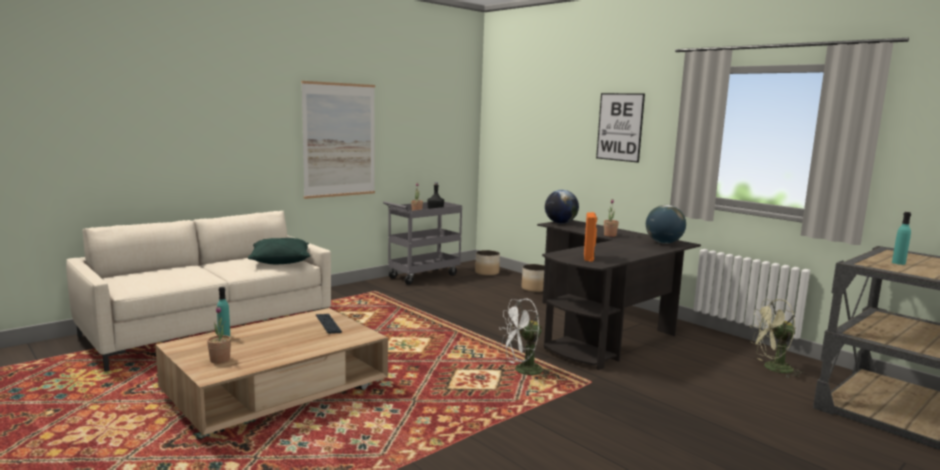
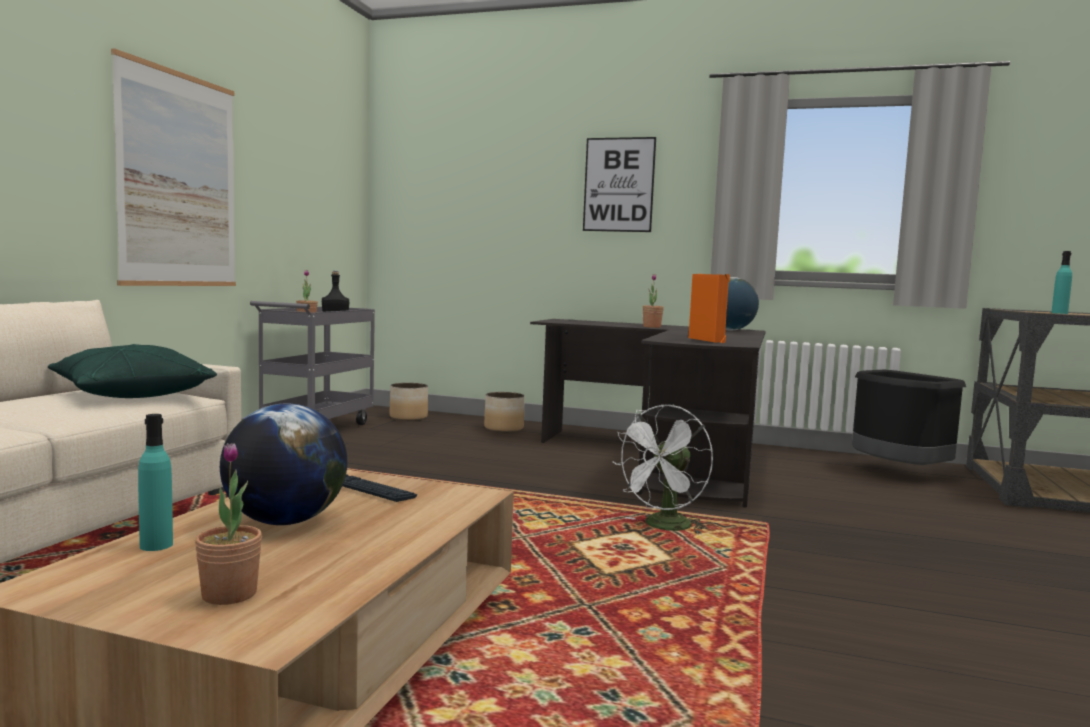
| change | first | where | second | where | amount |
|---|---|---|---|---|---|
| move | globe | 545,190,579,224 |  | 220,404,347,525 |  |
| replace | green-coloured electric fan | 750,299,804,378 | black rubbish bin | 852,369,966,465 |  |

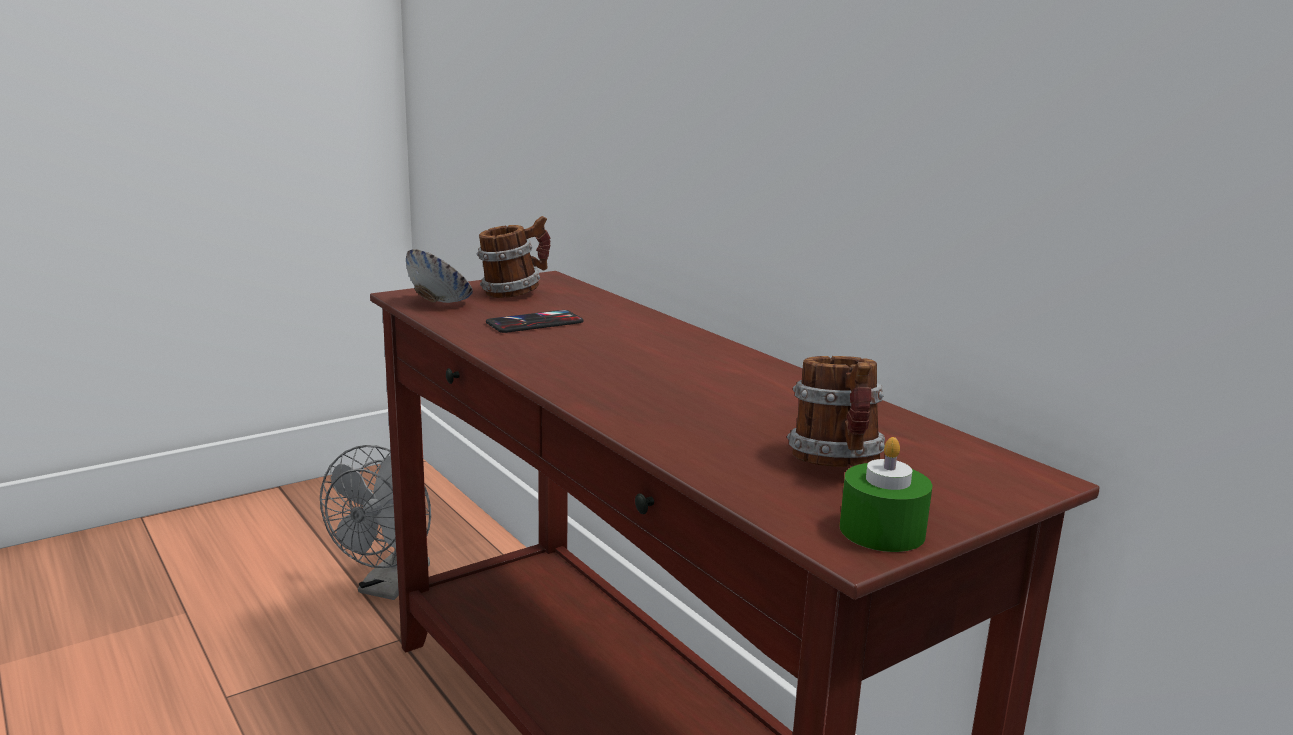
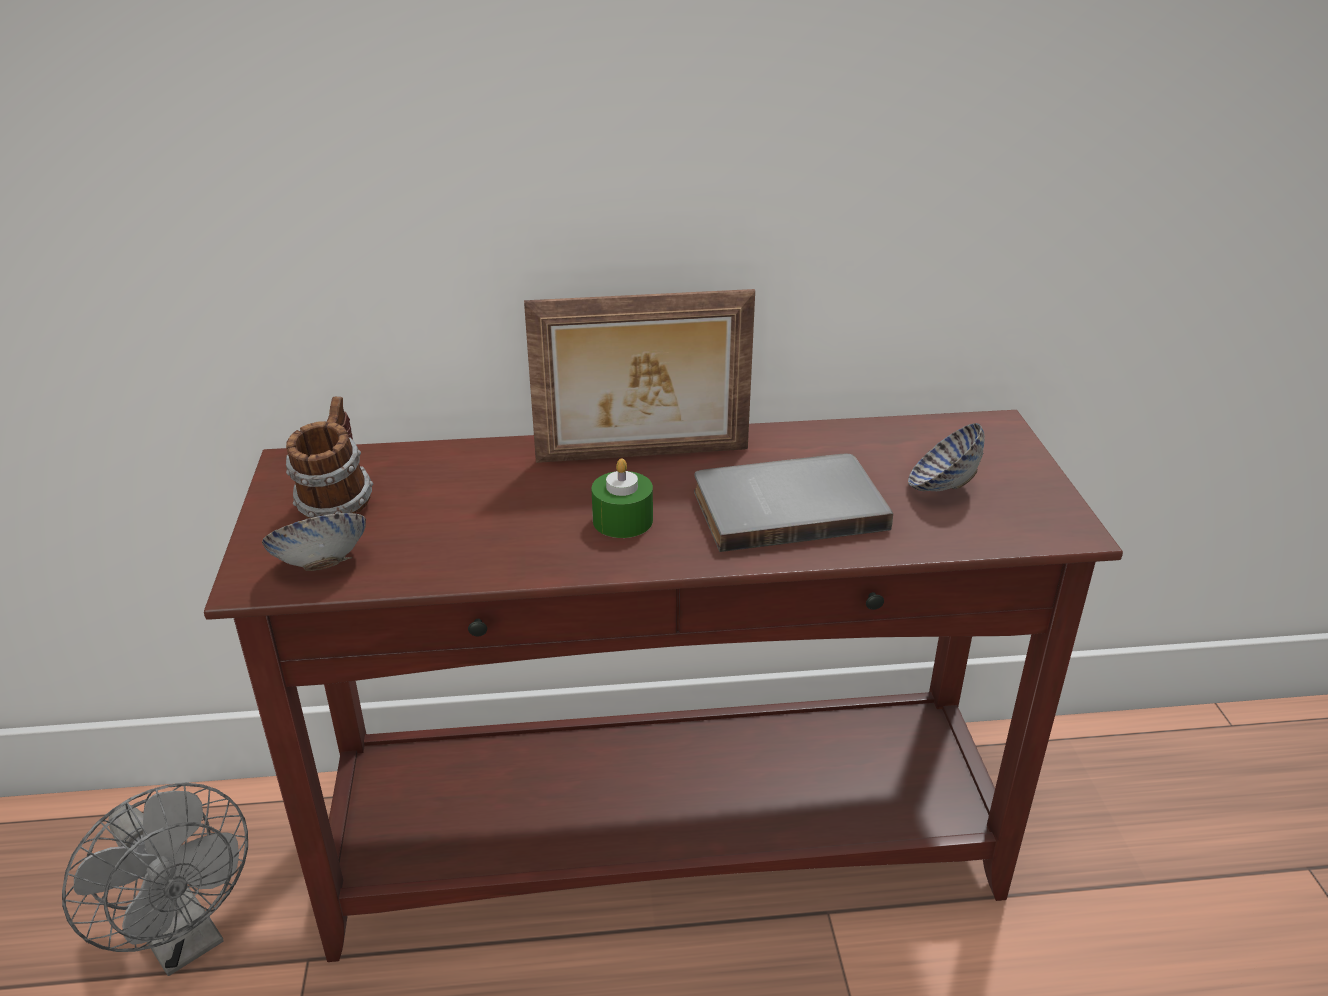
| change | first | where | second | where | amount |
|---|---|---|---|---|---|
| delete | telephone | 486,310,583,333 |  |  |  |
| replace | coffee mug | 787,356,885,467 | deep dish | 908,423,985,491 |  |
| move | green-coloured wax candle | 839,437,932,552 |  | 591,458,653,538 |  |
| insert |  |  | standing frame | 524,289,755,463 |  |
| insert |  |  | grey book | 694,454,893,552 |  |

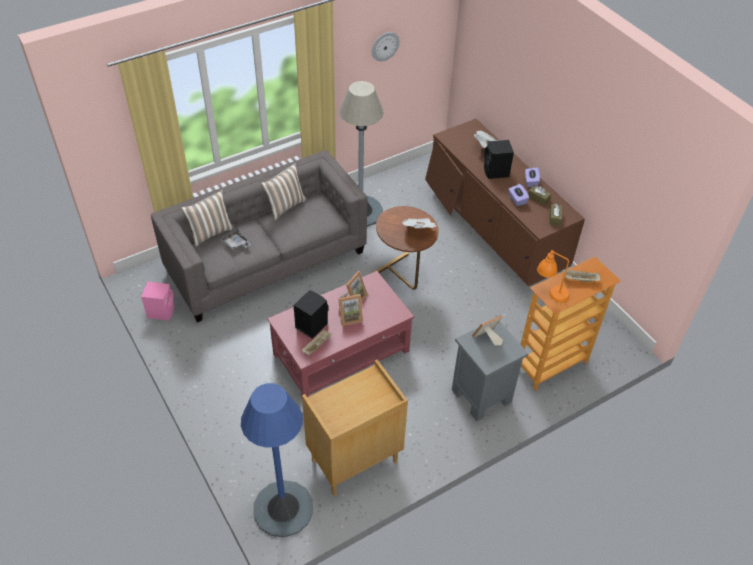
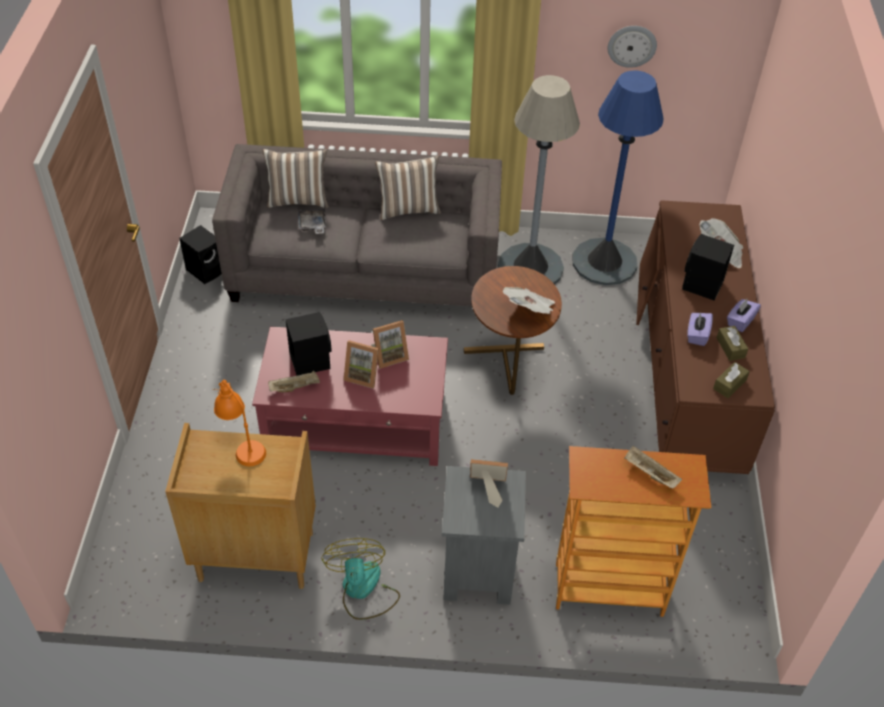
| change | first | where | second | where | amount |
|---|---|---|---|---|---|
| recolor | pink speaker | 141,282,175,321 | black speaker | 179,225,222,284 |  |
| move | blue floor lamp | 241,383,313,537 |  | 573,71,664,285 |  |
| move | orange tabletop lamp | 537,250,569,302 |  | 212,380,266,466 |  |
| insert |  |  | electric fan | 321,538,400,620 |  |

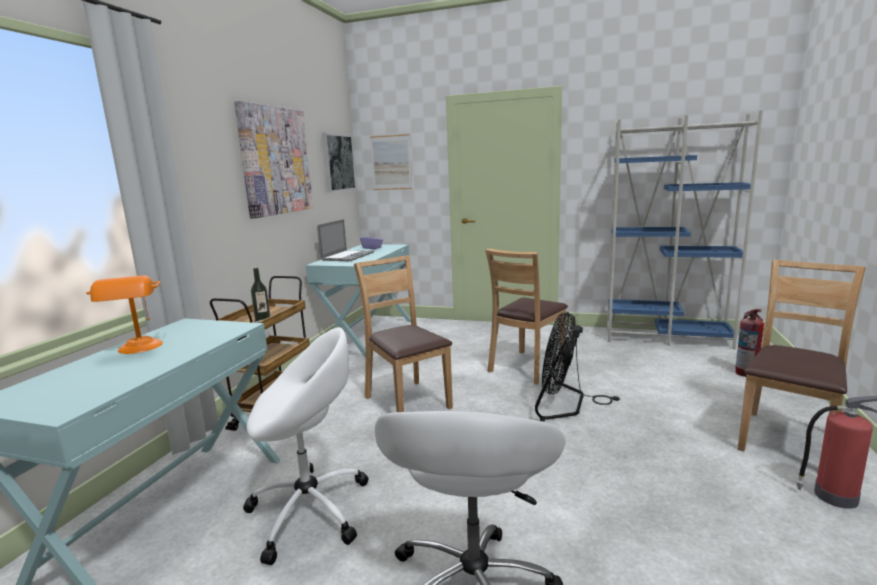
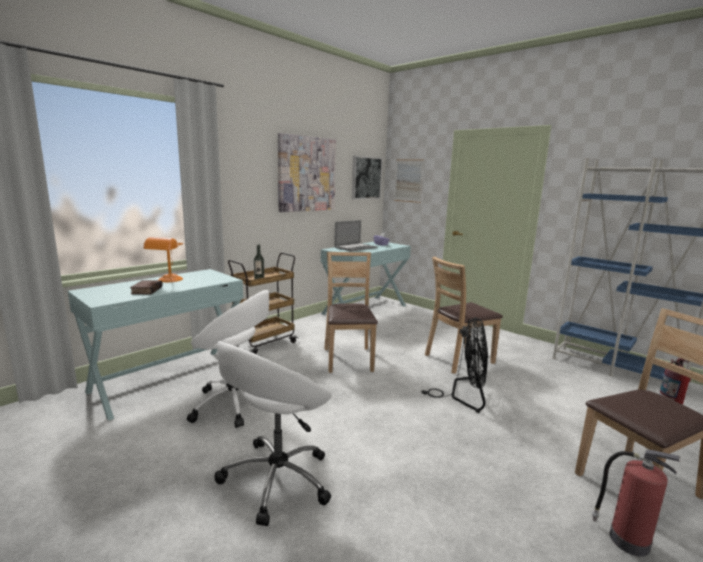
| change | first | where | second | where | amount |
|---|---|---|---|---|---|
| rotate | black electric fan | 535,312,621,422 |  | 421,317,488,413 | 150 degrees clockwise |
| insert |  |  | book | 130,280,163,294 |  |

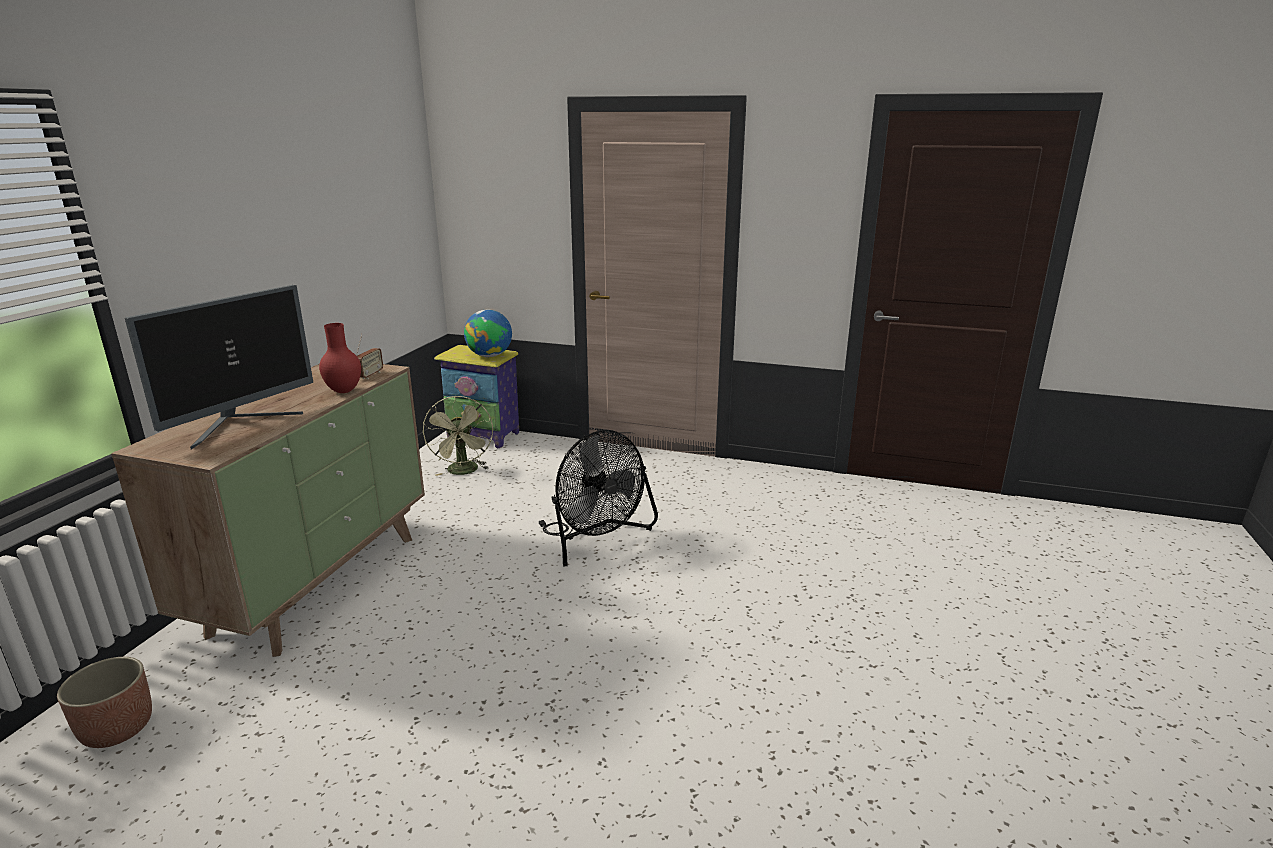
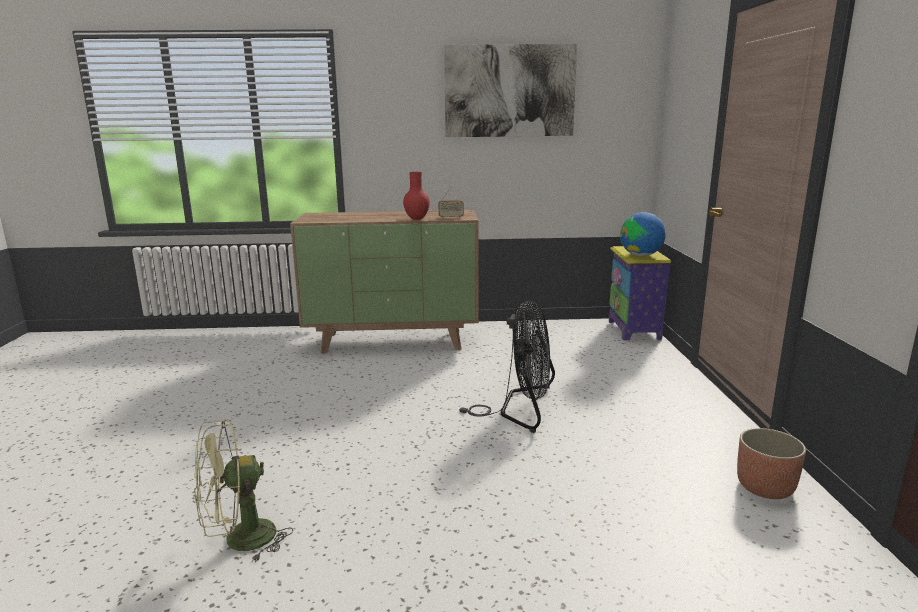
| change | first | where | second | where | amount |
|---|---|---|---|---|---|
| move | flower pot | 57,657,152,748 |  | 737,428,806,499 |  |
| delete | computer screen | 125,285,313,450 |  |  |  |
| move | green-coloured electric fan | 423,396,493,476 |  | 194,419,293,563 |  |
| rotate | black electric fan | 539,430,658,567 |  | 458,300,555,433 | 105 degrees counterclockwise |
| insert |  |  | wall picture | 444,44,577,137 |  |

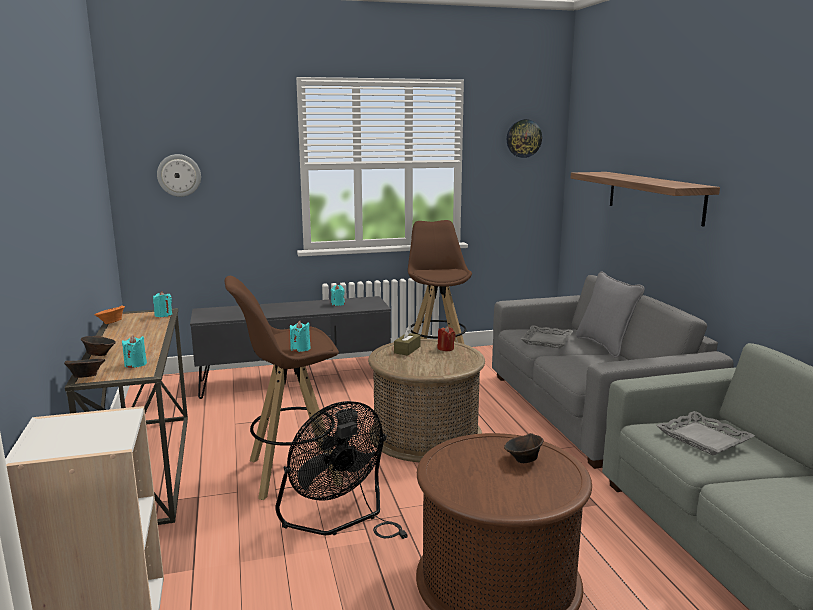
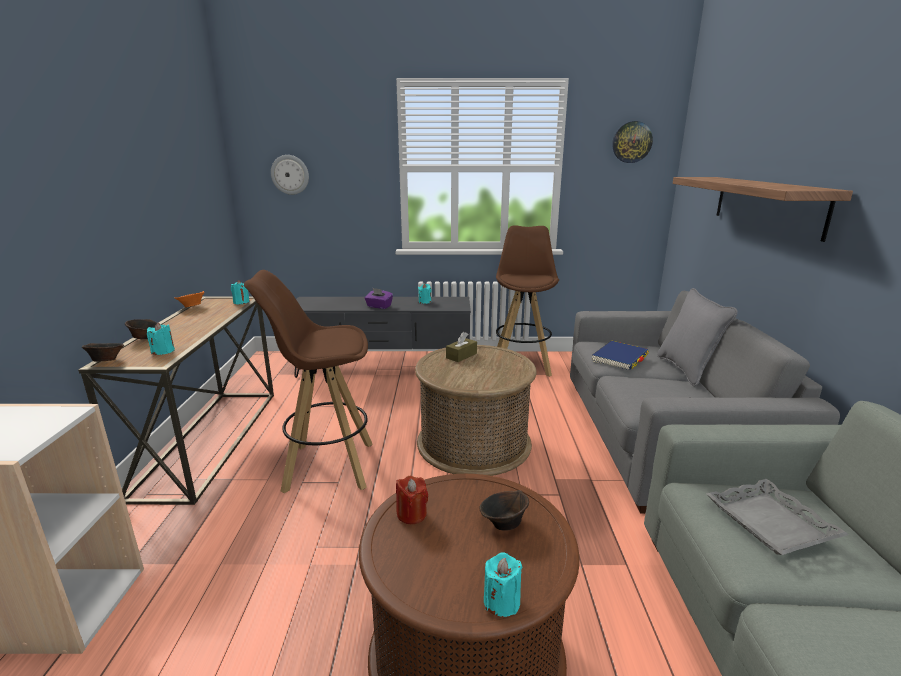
| change | first | where | second | where | amount |
|---|---|---|---|---|---|
| delete | black electric fan | 275,401,407,539 |  |  |  |
| move | turquoise wax candle | 290,321,311,352 |  | 484,552,523,617 |  |
| move | red wax candle | 437,326,455,351 |  | 396,476,428,524 |  |
| replace | grey tray | 521,325,573,348 | blue book | 592,341,649,370 |  |
| insert |  |  | purplish tissue box | 364,288,393,309 |  |

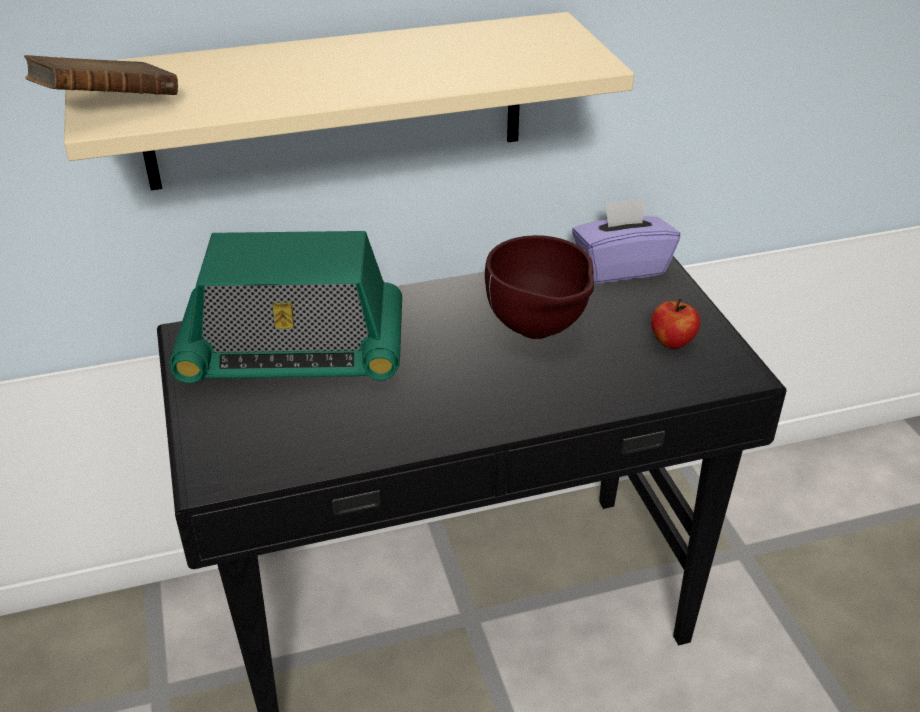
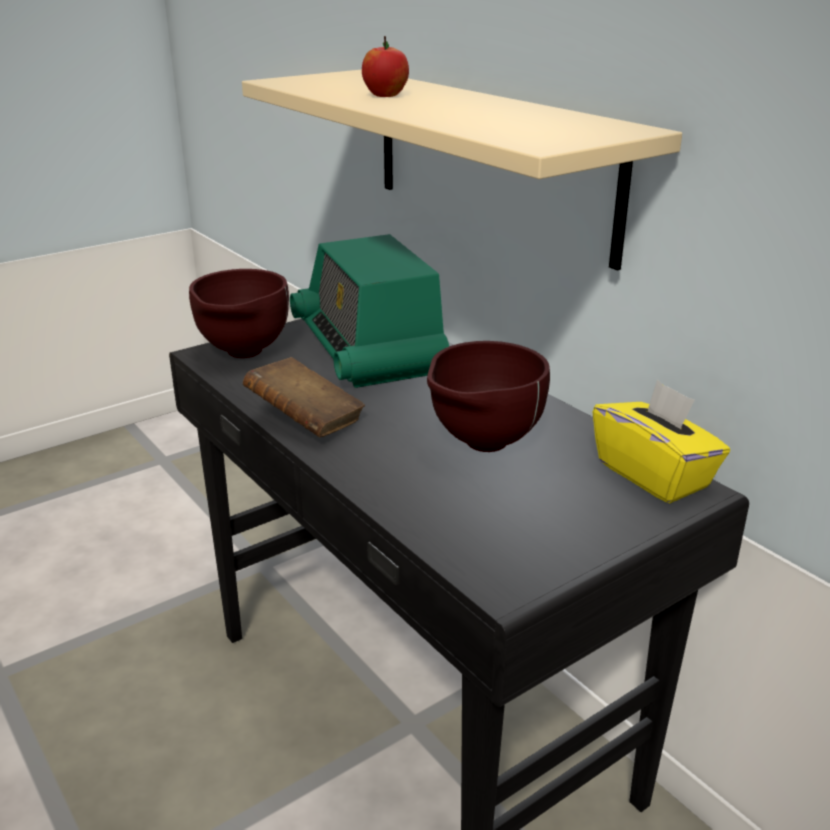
| change | first | where | second | where | amount |
|---|---|---|---|---|---|
| move | brown-coloured book | 24,55,178,95 |  | 243,357,365,437 |  |
| recolor | purplish tissue box | 572,198,680,283 | yellowish tissue box | 593,380,730,503 |  |
| move | apple | 651,299,700,349 |  | 362,36,409,97 |  |
| insert |  |  | brown-coloured deep dish | 189,269,289,358 |  |

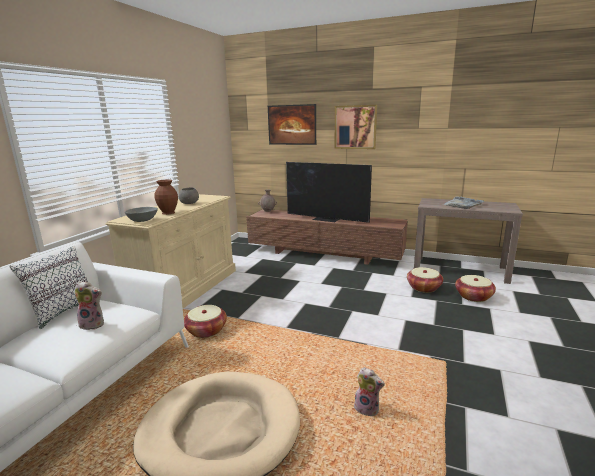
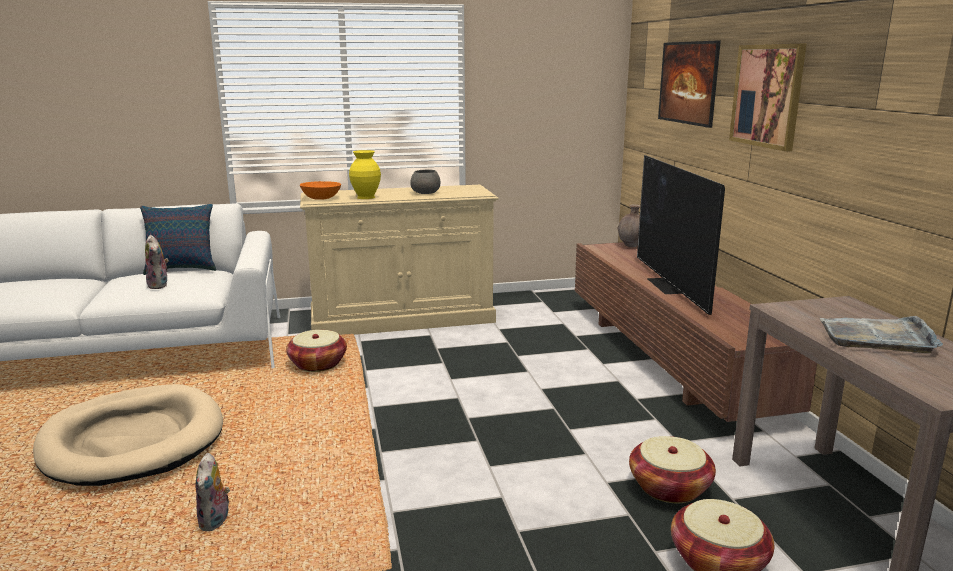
| change | first | where | second | where | amount |
|---|---|---|---|---|---|
| recolor | white-coloured cushion | 9,246,88,329 | blue cushion | 140,204,216,275 |  |
| recolor | grey deep dish | 125,207,158,222 | orange deep dish | 300,181,341,200 |  |
| recolor | brown-coloured flower vase | 154,179,178,215 | yellowish flower vase | 349,150,381,199 |  |

